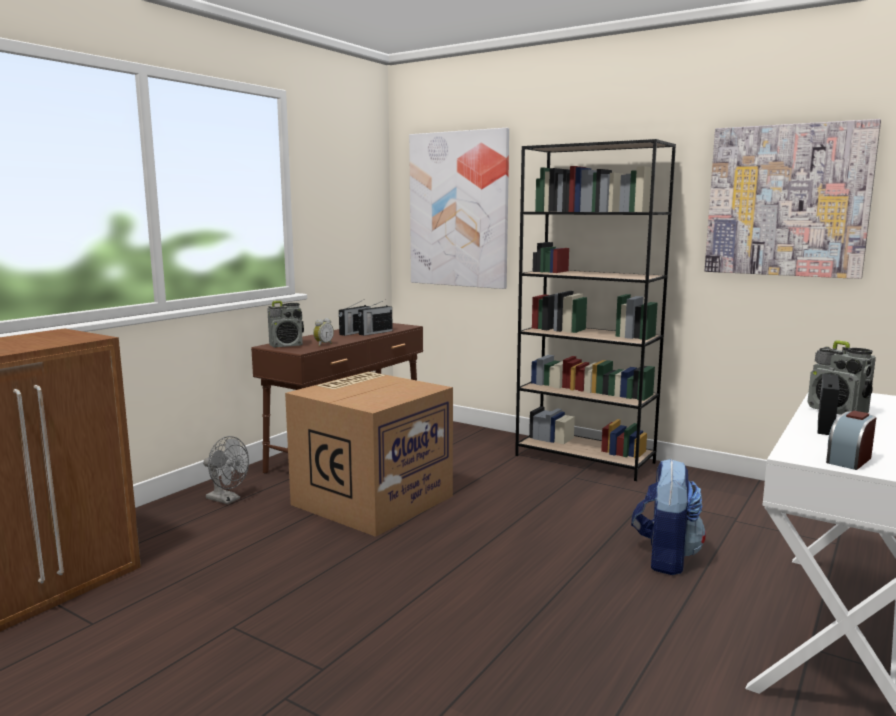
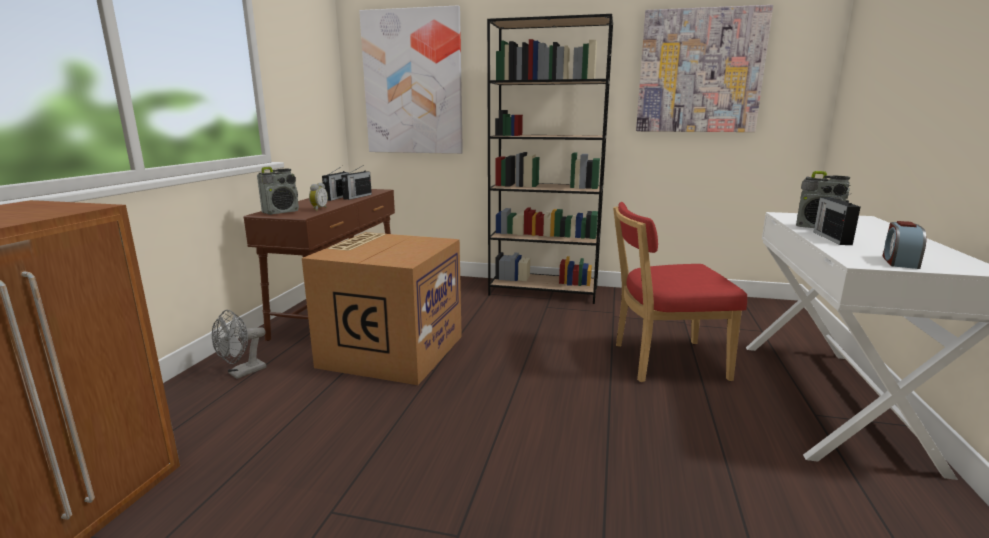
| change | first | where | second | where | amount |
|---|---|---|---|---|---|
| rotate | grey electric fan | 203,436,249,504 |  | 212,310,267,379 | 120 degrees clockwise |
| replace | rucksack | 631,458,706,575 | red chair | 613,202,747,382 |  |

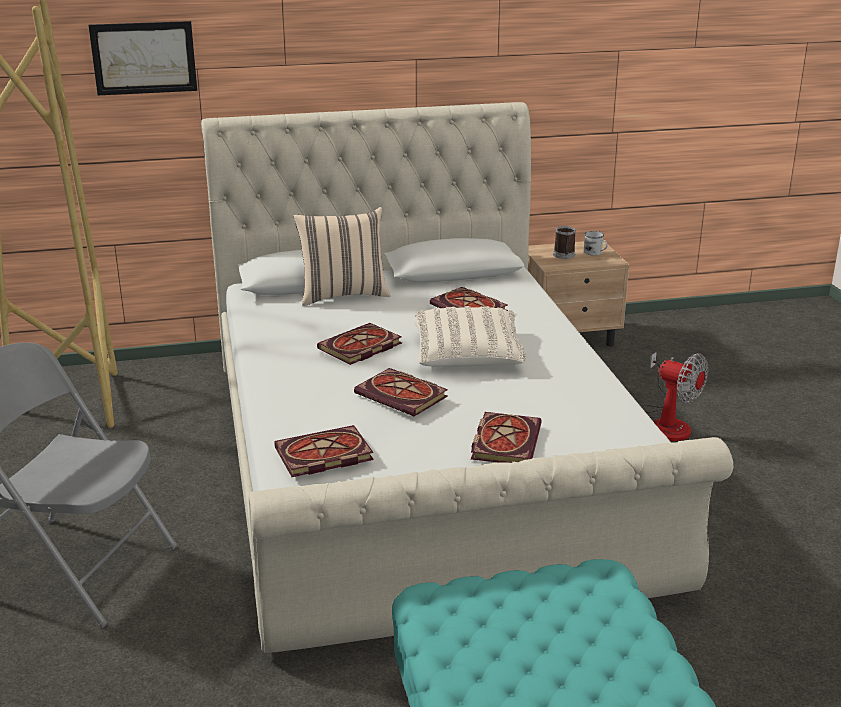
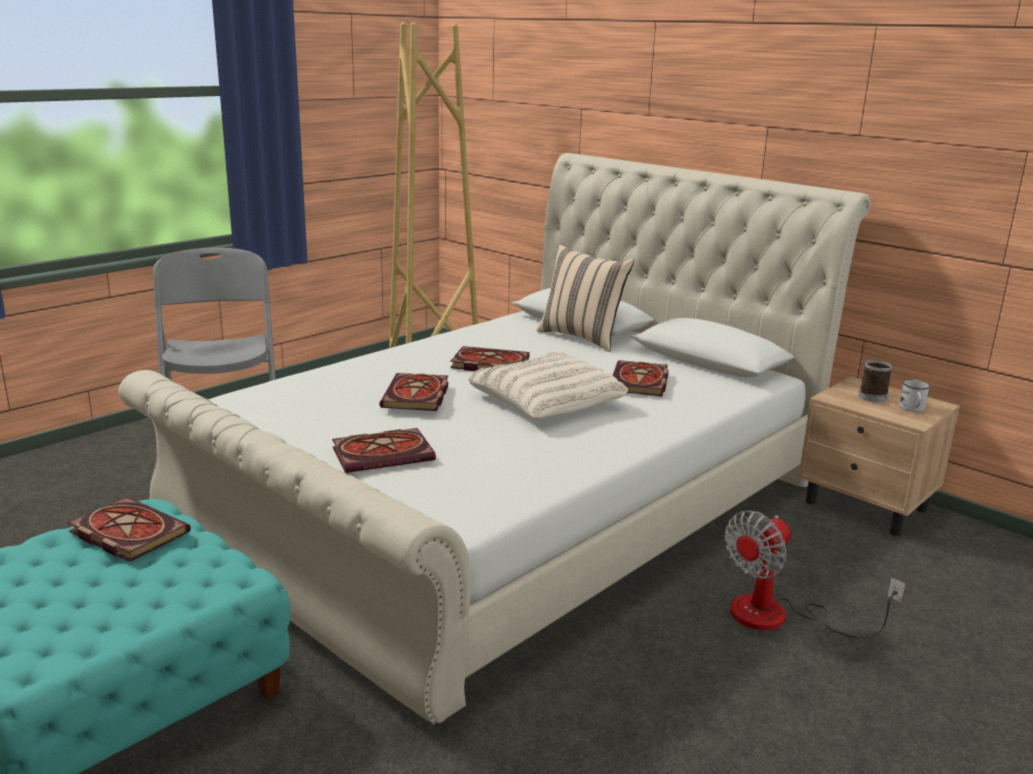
| change | first | where | second | where | amount |
|---|---|---|---|---|---|
| delete | wall picture | 89,21,197,95 |  |  |  |
| move | book | 274,425,374,477 |  | 68,497,191,562 |  |
| rotate | electric fan | 642,352,708,441 |  | 725,511,905,638 | 45 degrees clockwise |

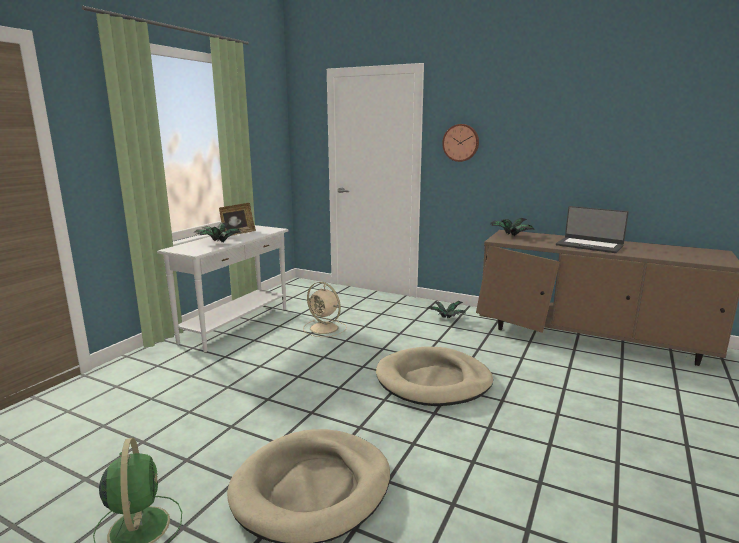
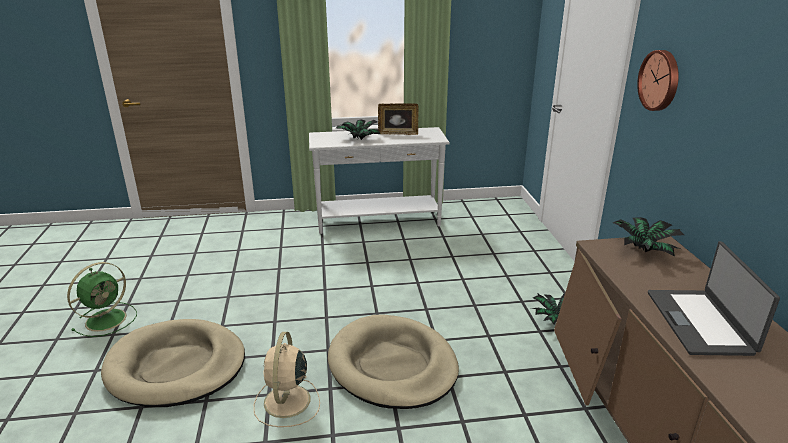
| change | first | where | second | where | amount |
|---|---|---|---|---|---|
| move | sand-coloured electric fan | 303,282,347,337 |  | 254,332,320,427 |  |

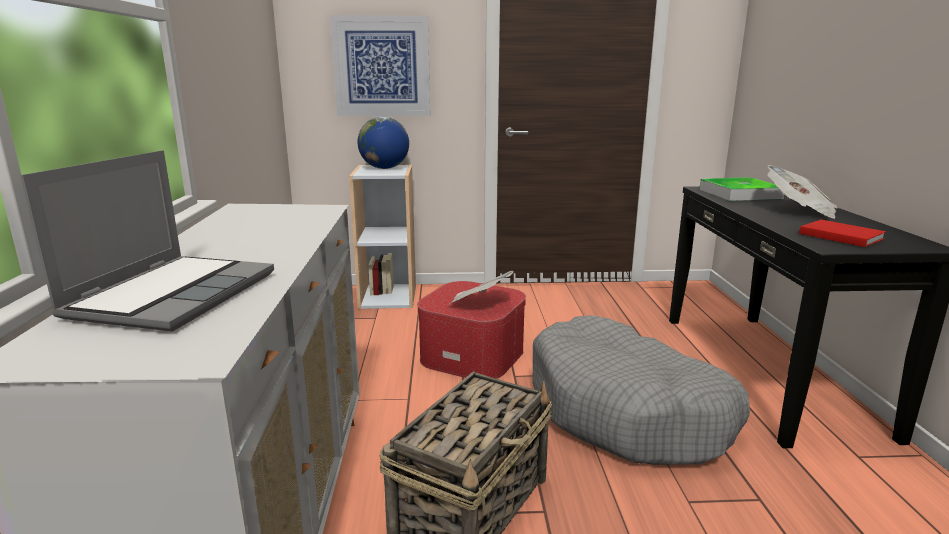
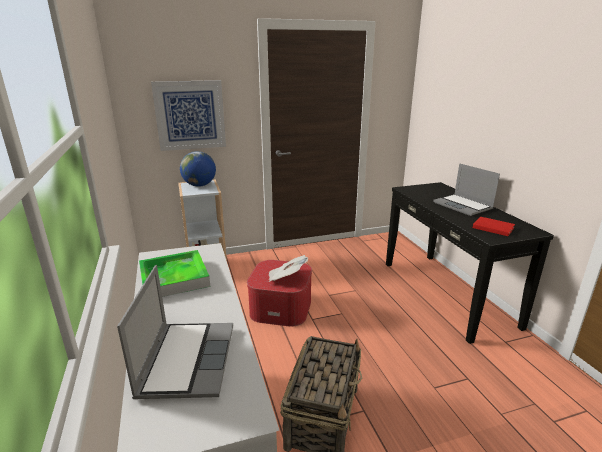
| change | first | where | second | where | amount |
|---|---|---|---|---|---|
| delete | grey dog cushion | 532,315,750,465 |  |  |  |
| move | tray | 699,177,784,201 |  | 139,250,210,297 |  |
| replace | daily paper | 767,165,838,219 | portable computer | 433,163,500,216 |  |

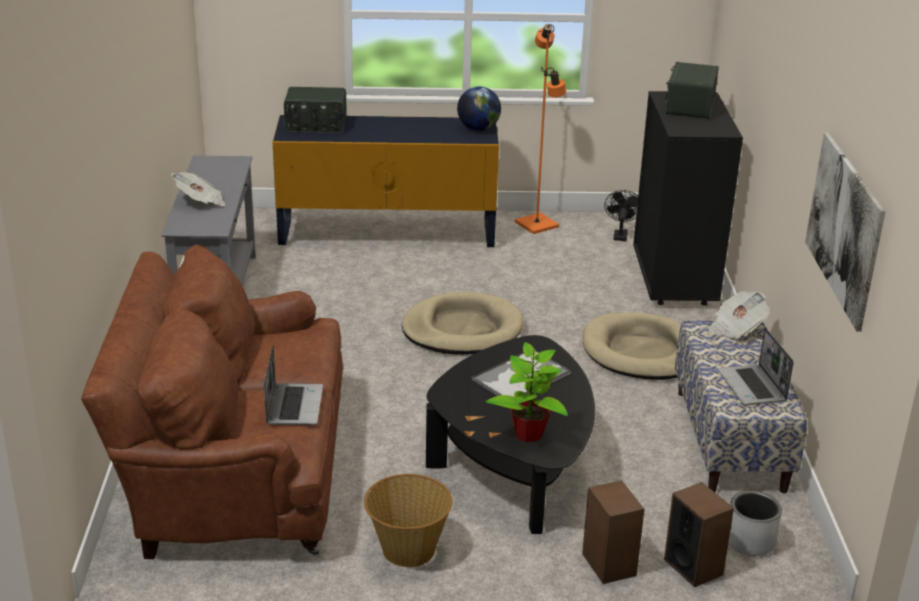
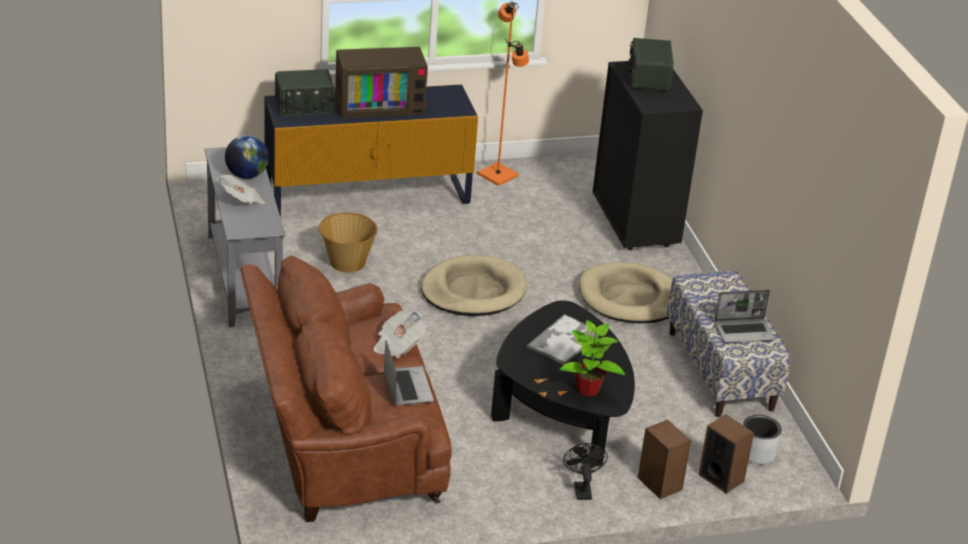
| change | first | where | second | where | amount |
|---|---|---|---|---|---|
| move | storage basket | 364,474,452,567 |  | 319,213,378,273 |  |
| move | globe | 457,86,501,131 |  | 225,135,269,179 |  |
| move | black electric fan | 604,190,638,241 |  | 563,443,608,500 |  |
| move | daily paper | 708,291,770,340 |  | 373,311,426,358 |  |
| rotate | portable computer | 718,328,794,405 |  | 714,290,775,343 | 75 degrees counterclockwise |
| delete | wall picture | 805,132,885,332 |  |  |  |
| insert |  |  | television | 335,47,428,118 |  |

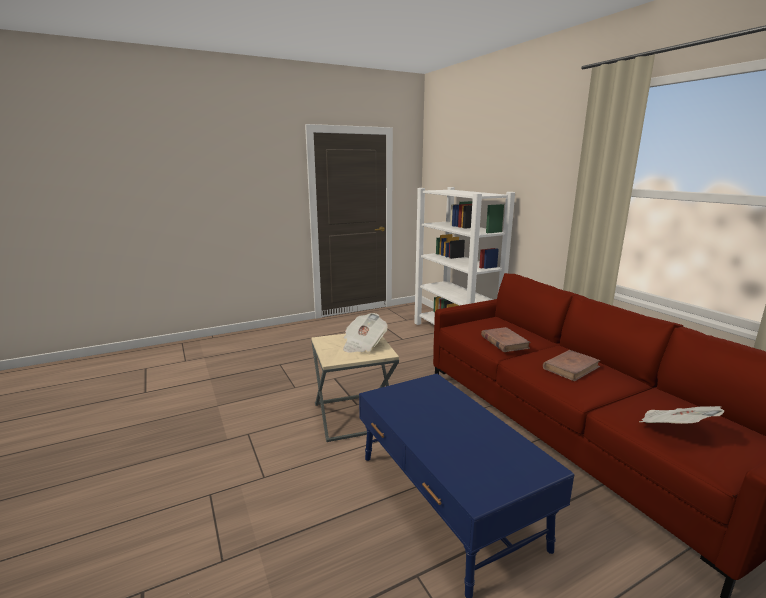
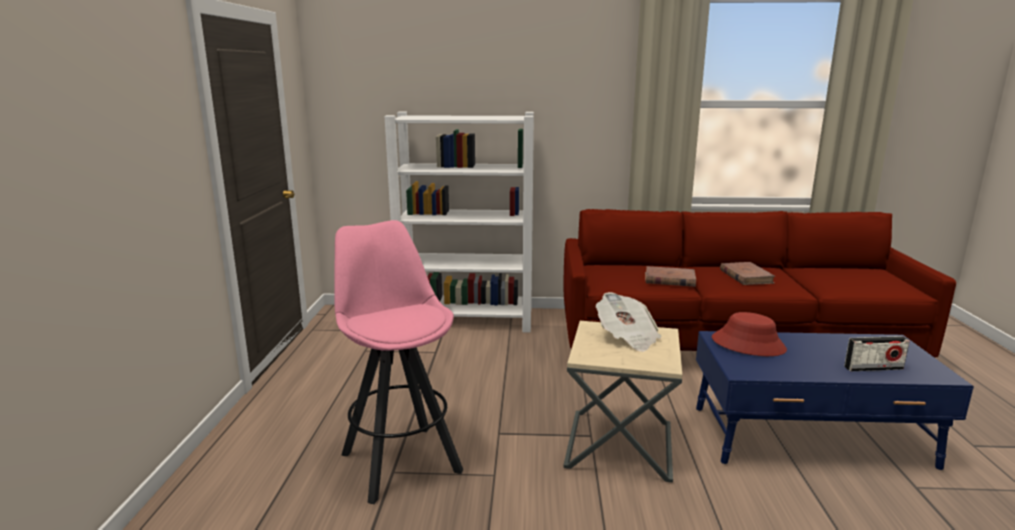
| change | first | where | second | where | amount |
|---|---|---|---|---|---|
| delete | daily paper | 639,406,725,424 |  |  |  |
| insert |  |  | pink sitting stool | 334,220,463,504 |  |
| insert |  |  | red hat | 712,312,787,356 |  |
| insert |  |  | radio receiver | 844,336,910,371 |  |

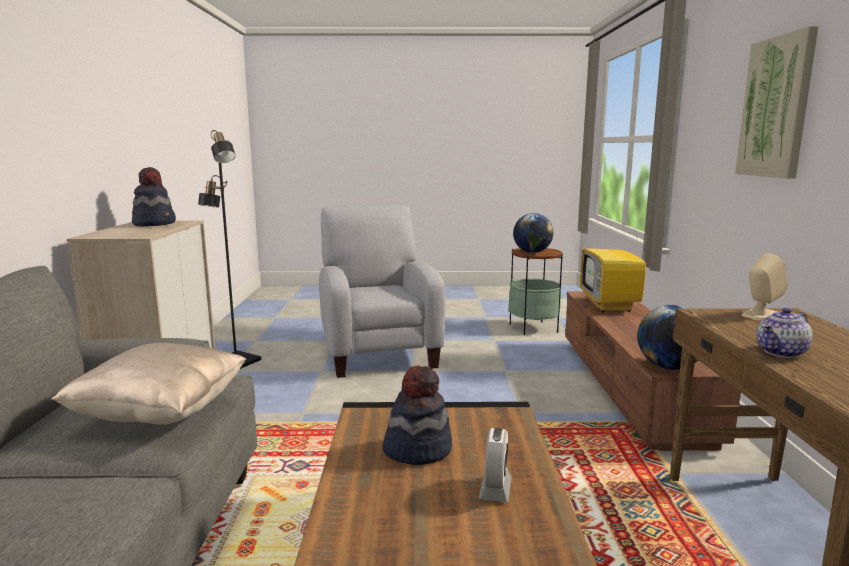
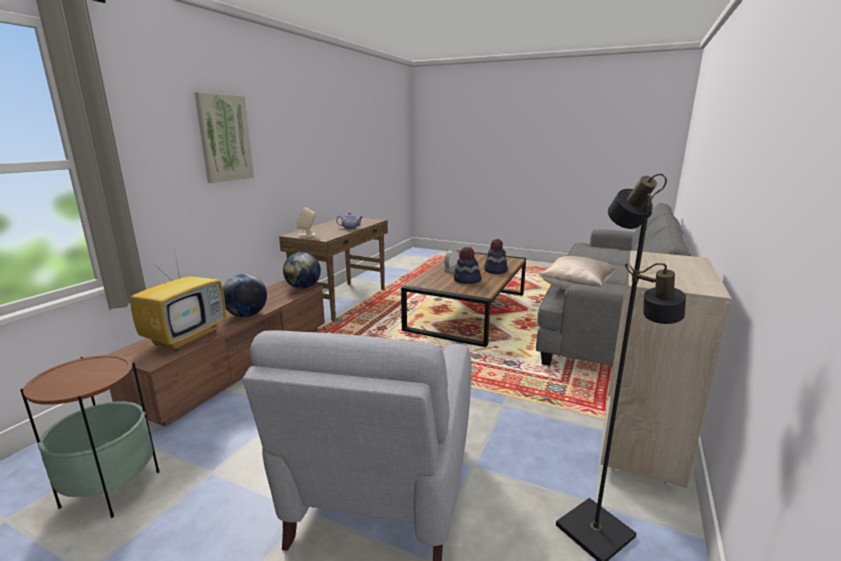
| change | first | where | second | where | amount |
|---|---|---|---|---|---|
| move | hat | 132,167,176,226 |  | 484,239,508,274 |  |
| move | globe | 513,213,553,253 |  | 223,274,267,317 |  |

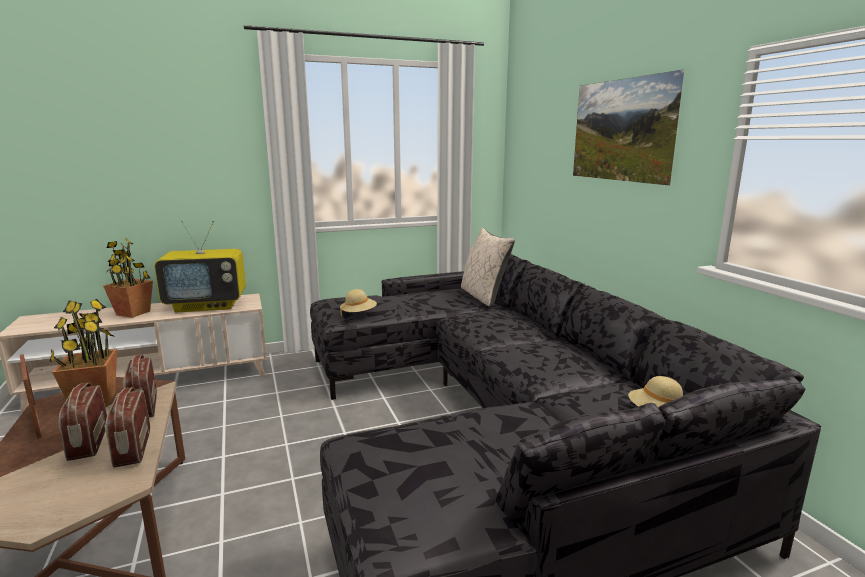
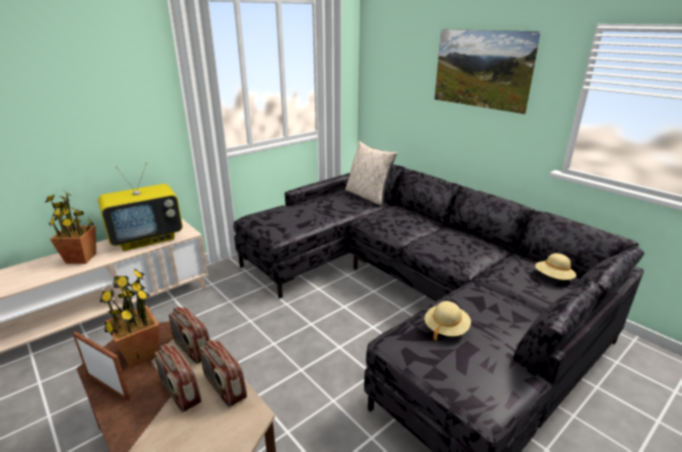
| change | first | where | second | where | amount |
|---|---|---|---|---|---|
| move | sand-coloured hat | 340,289,377,316 |  | 425,301,471,341 |  |

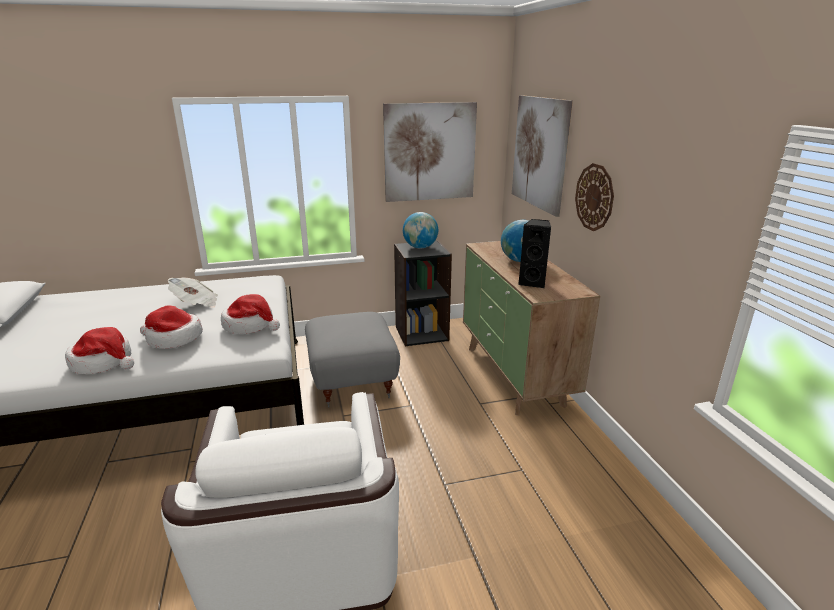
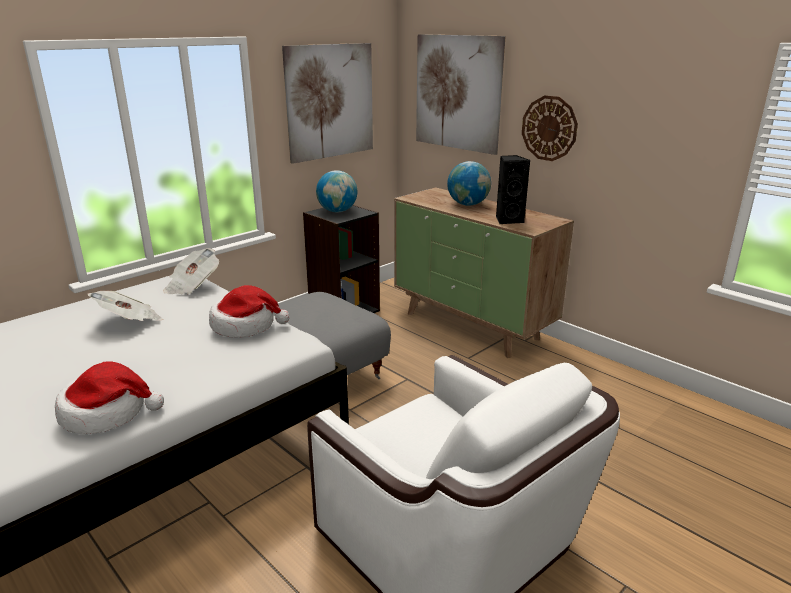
| change | first | where | second | where | amount |
|---|---|---|---|---|---|
| delete | hat | 140,305,203,349 |  |  |  |
| insert |  |  | daily paper | 163,248,219,294 |  |

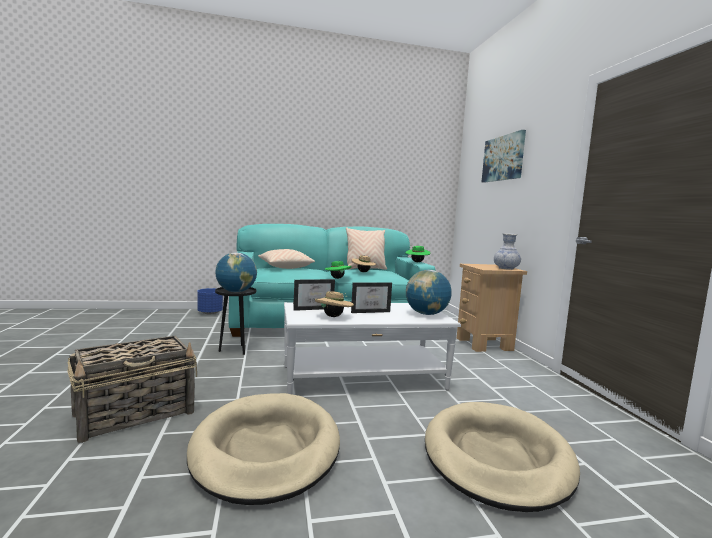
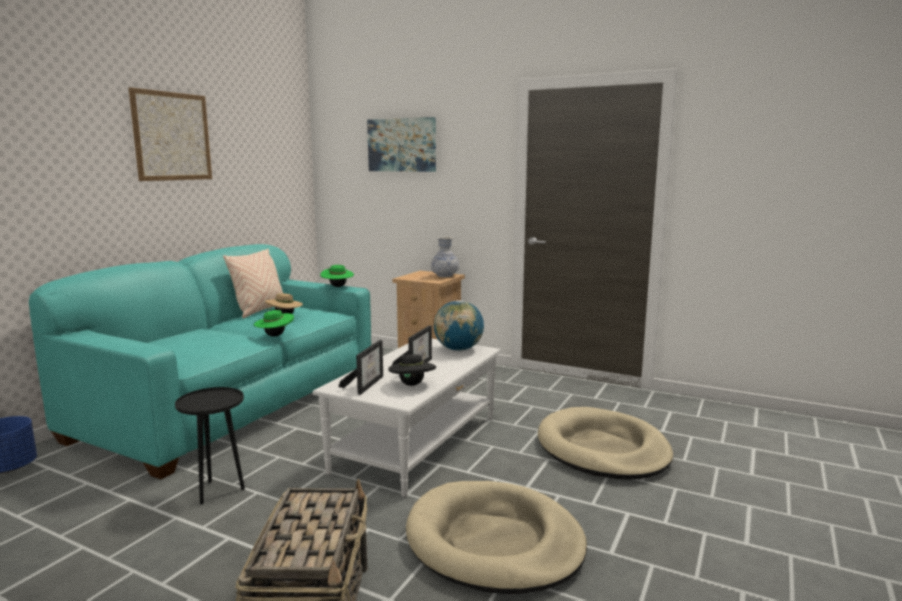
| change | first | where | second | where | amount |
|---|---|---|---|---|---|
| delete | globe | 215,253,257,292 |  |  |  |
| delete | sand-coloured cushion | 258,249,315,269 |  |  |  |
| recolor | sand-coloured hat | 315,291,354,317 | black hat | 388,353,436,386 |  |
| insert |  |  | wall picture | 129,87,212,181 |  |

